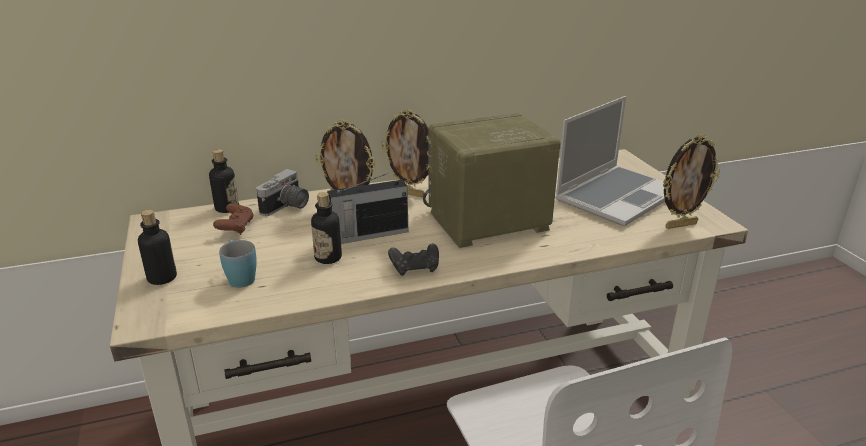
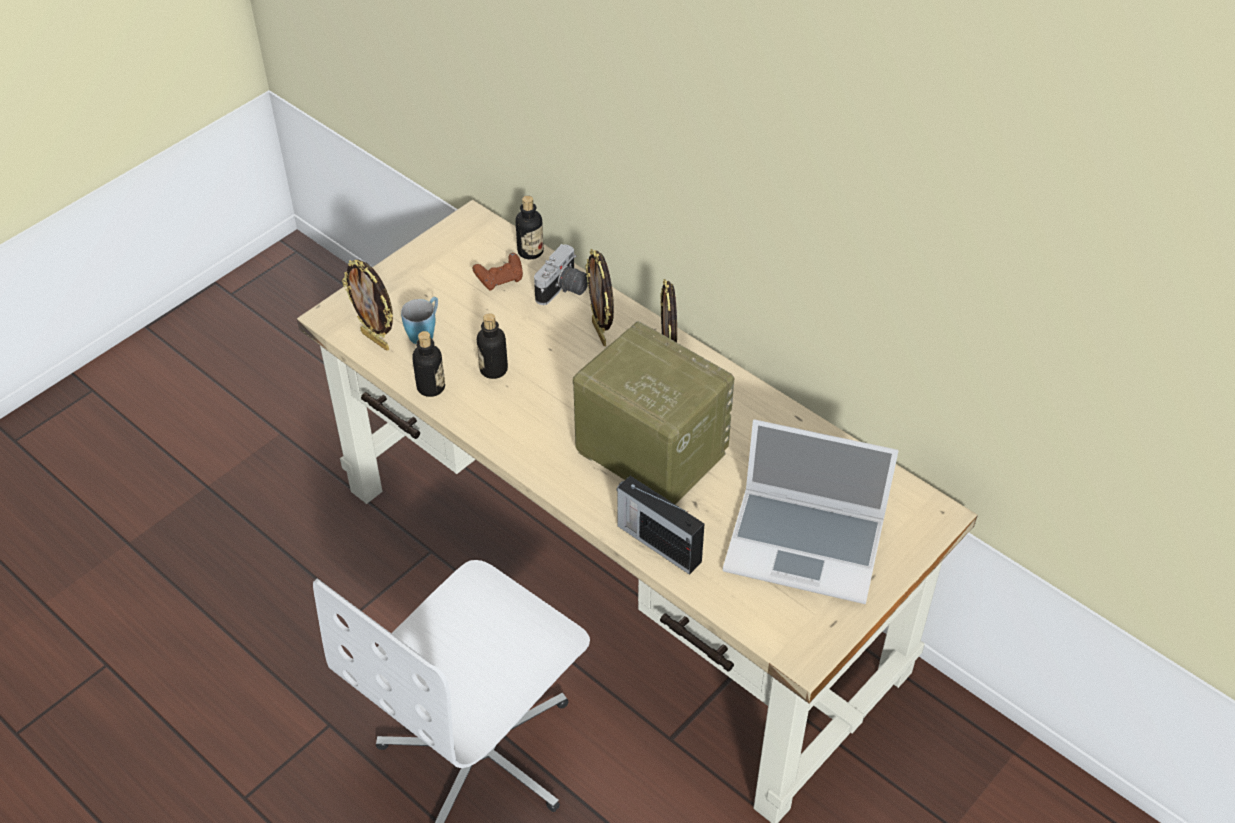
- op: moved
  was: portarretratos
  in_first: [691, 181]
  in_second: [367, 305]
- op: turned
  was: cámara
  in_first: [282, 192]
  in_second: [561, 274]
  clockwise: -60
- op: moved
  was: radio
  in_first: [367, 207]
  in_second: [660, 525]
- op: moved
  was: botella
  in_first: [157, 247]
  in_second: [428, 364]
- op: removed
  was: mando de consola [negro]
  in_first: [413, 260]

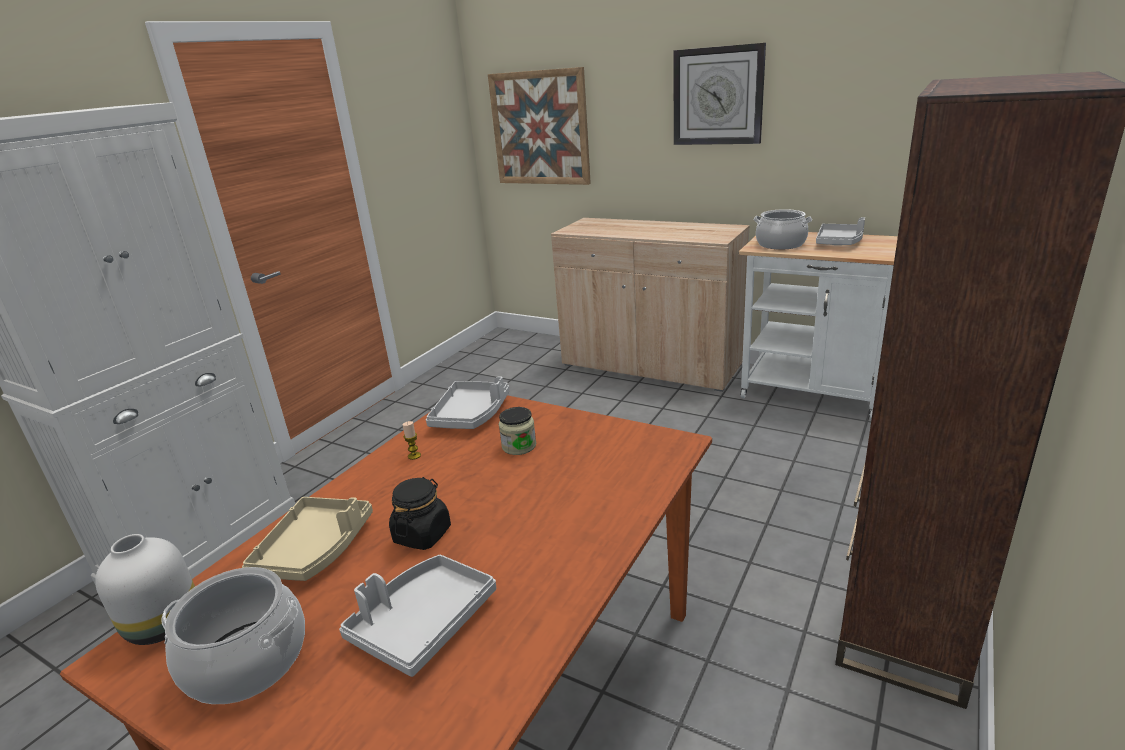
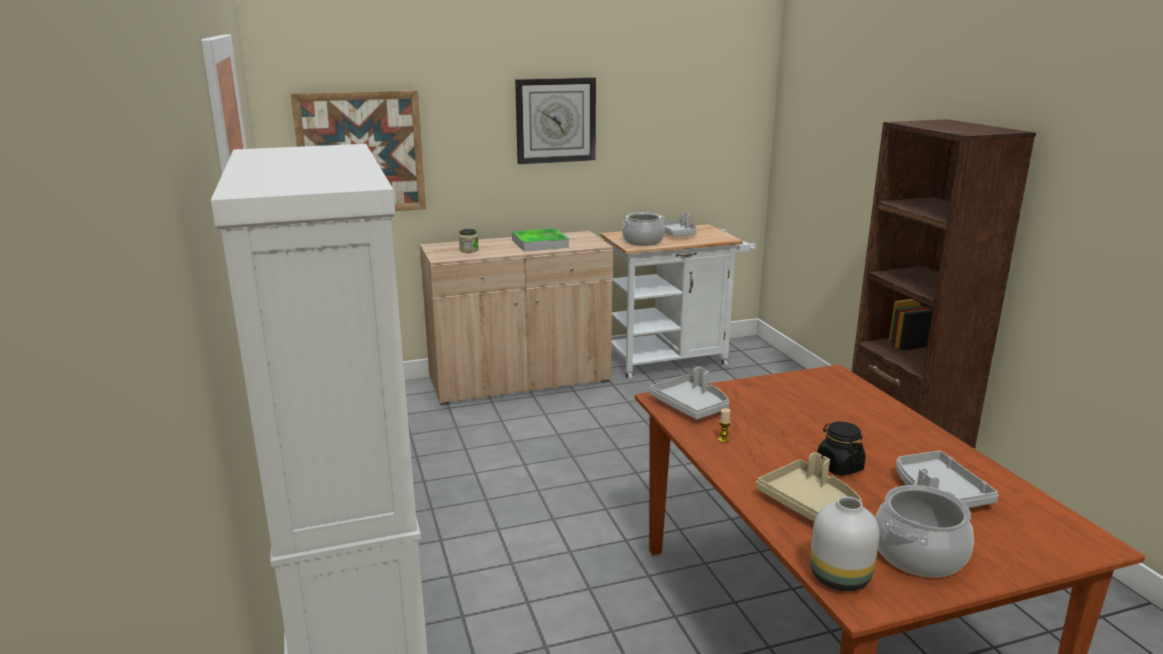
- op: moved
  was: tarro
  in_first: [517, 431]
  in_second: [469, 241]
- op: added
  now: bandeja
  in_second: [540, 240]

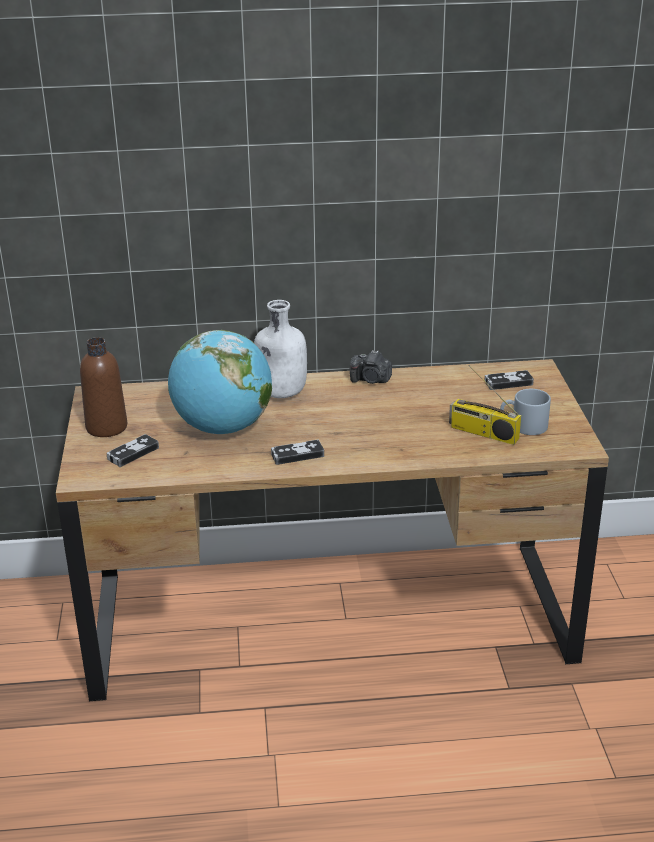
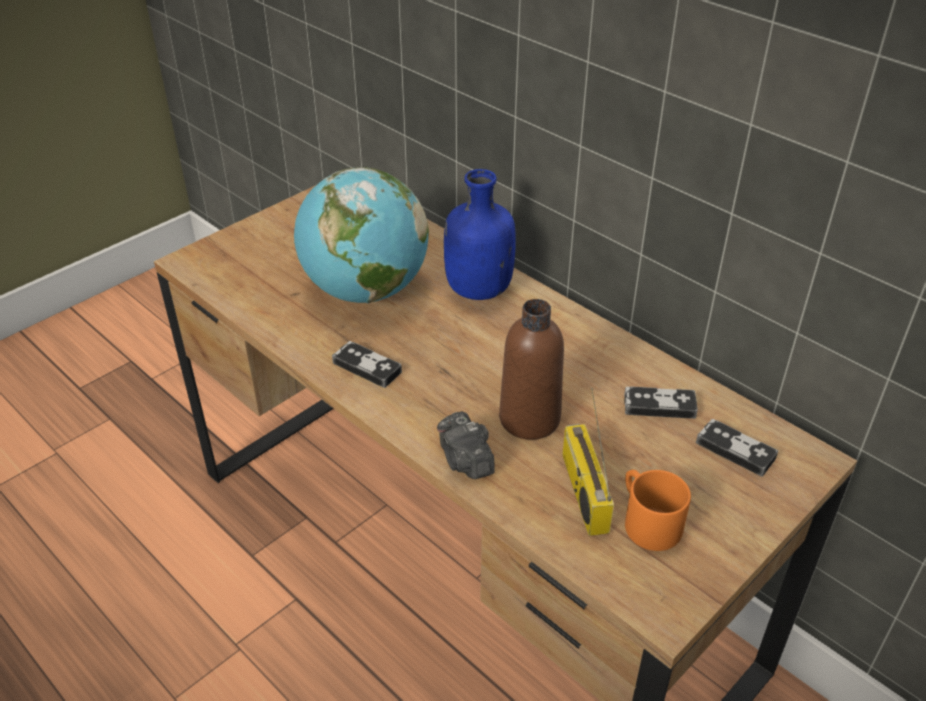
- op: recoloured
  was: botella [blanco]
  now: botella [azul]
  in_first: [280, 349]
  in_second: [480, 234]
- op: moved
  was: botella [marrón]
  in_first: [103, 387]
  in_second: [531, 369]
- op: moved
  was: cámara
  in_first: [371, 367]
  in_second: [466, 445]
- op: recoloured
  was: taza grande [gris]
  now: taza grande [naranja]
  in_first: [525, 412]
  in_second: [658, 510]
- op: moved
  was: mando de consola
  in_first: [133, 450]
  in_second: [661, 402]

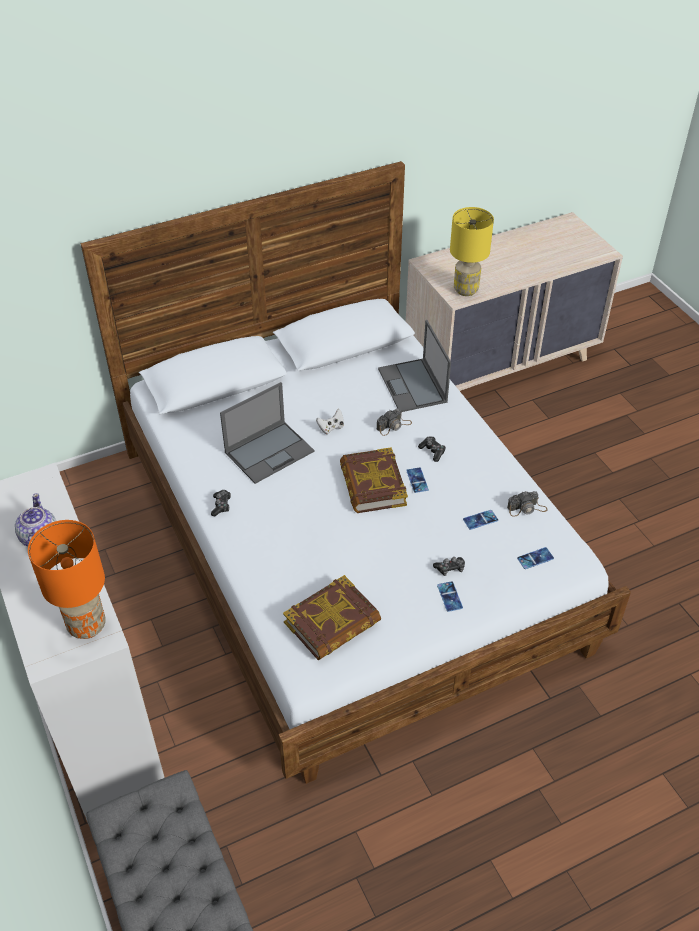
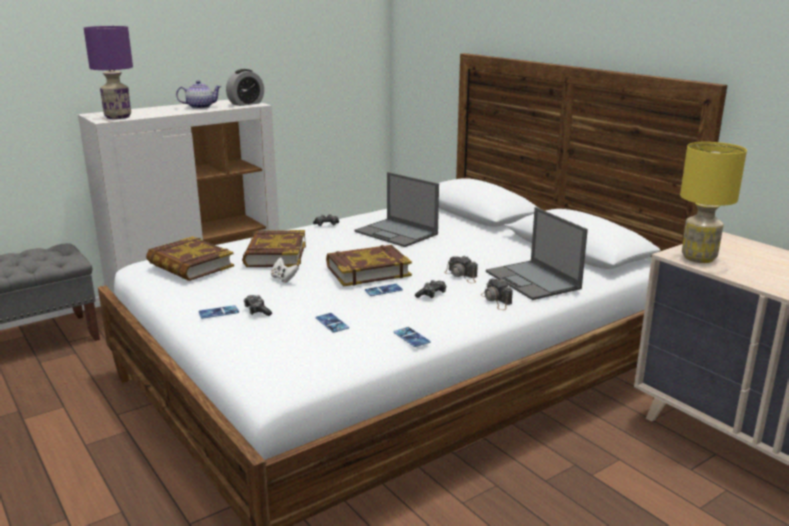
- op: turned
  was: portátil
  in_first: [414, 366]
  in_second: [537, 253]
  clockwise: -90
- op: moved
  was: mando de consola [blanco]
  in_first: [330, 421]
  in_second: [285, 270]
- op: moved
  was: cámara
  in_first: [527, 504]
  in_second: [497, 294]
- op: recoloured
  was: lámpara de mesa [naranja]
  now: lámpara de mesa [morado]
  in_first: [67, 579]
  in_second: [108, 72]
- op: moved
  was: móvil
  in_first: [535, 558]
  in_second: [412, 337]
- op: added
  now: despertador
  in_second: [245, 87]
- op: added
  now: libro
  in_second: [274, 248]

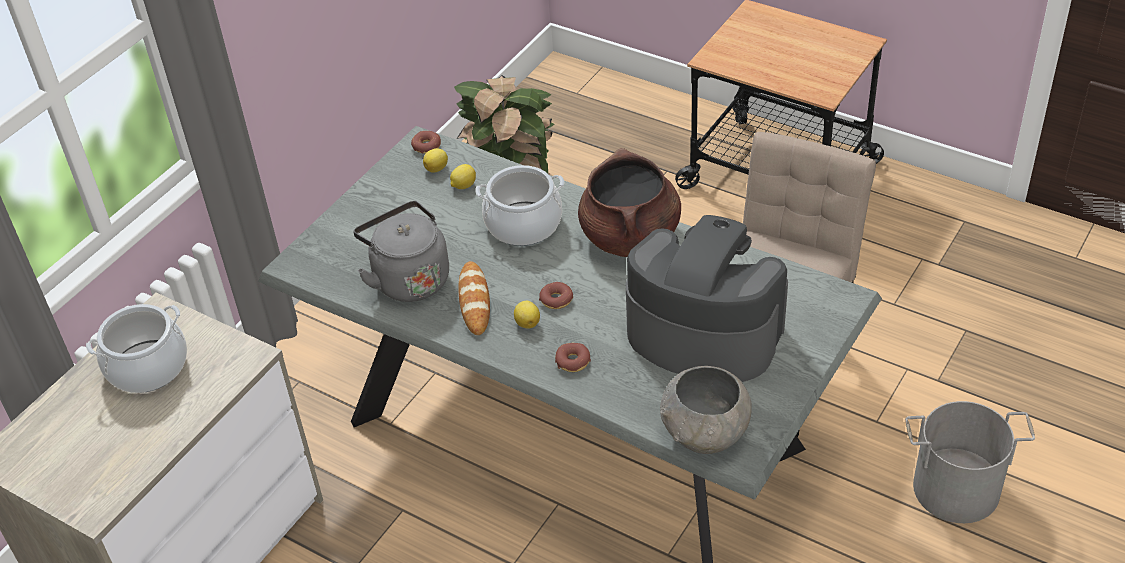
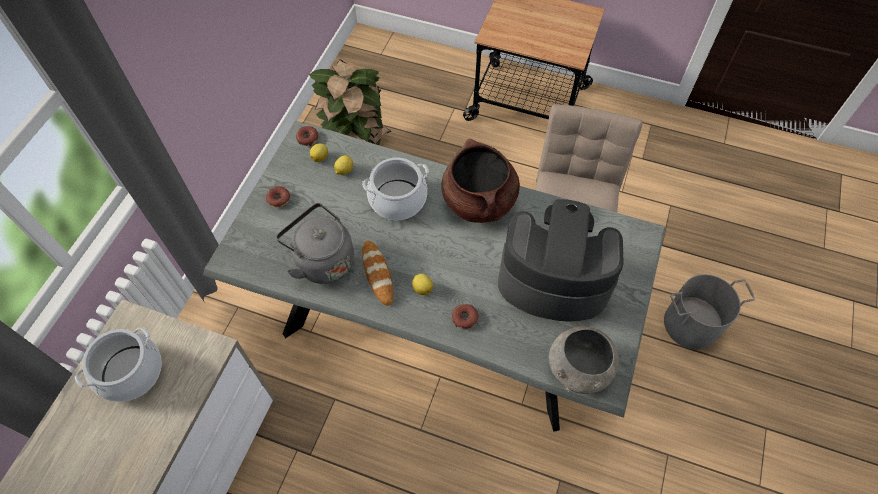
- op: moved
  was: rosquilla
  in_first: [556, 295]
  in_second: [278, 196]

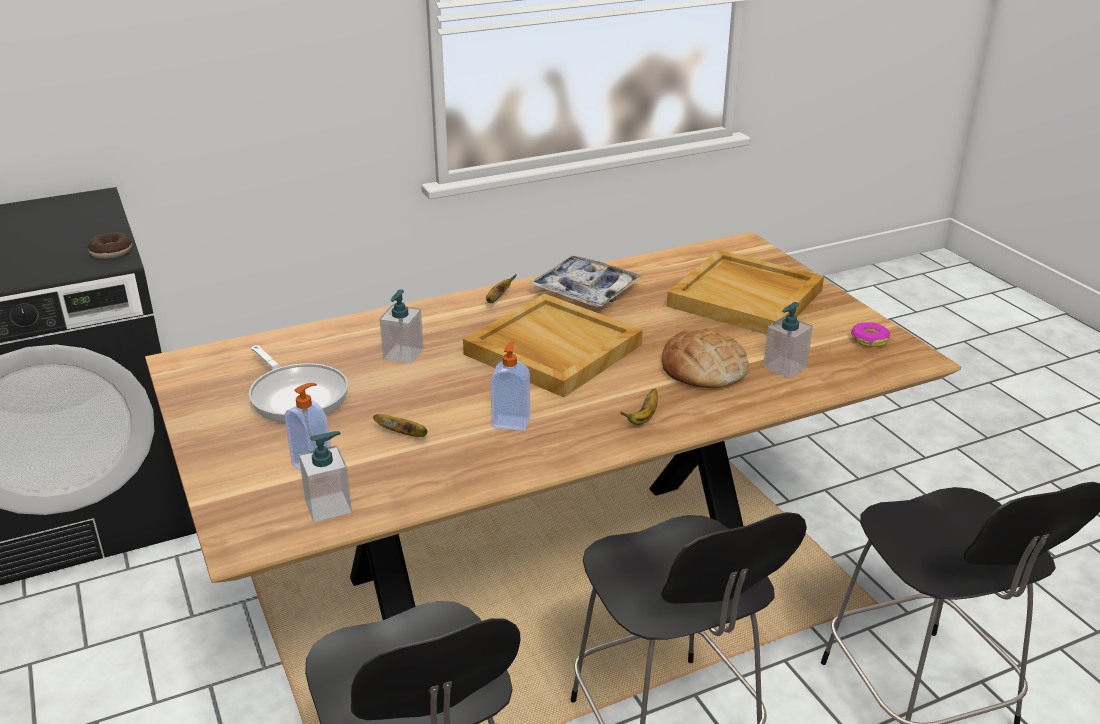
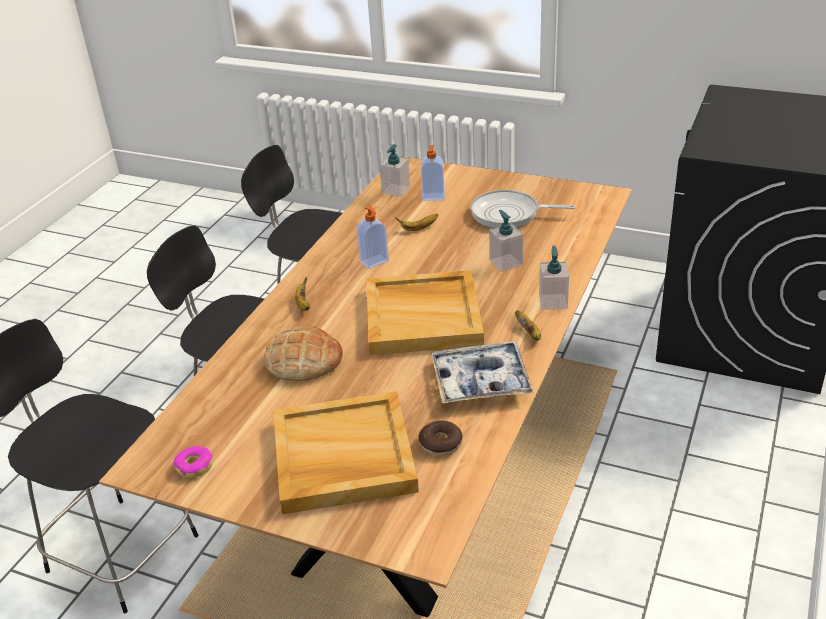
- op: moved
  was: rosquilla
  in_first: [110, 246]
  in_second: [441, 438]
- op: moved
  was: dispensador de jabón
  in_first: [788, 340]
  in_second: [554, 278]

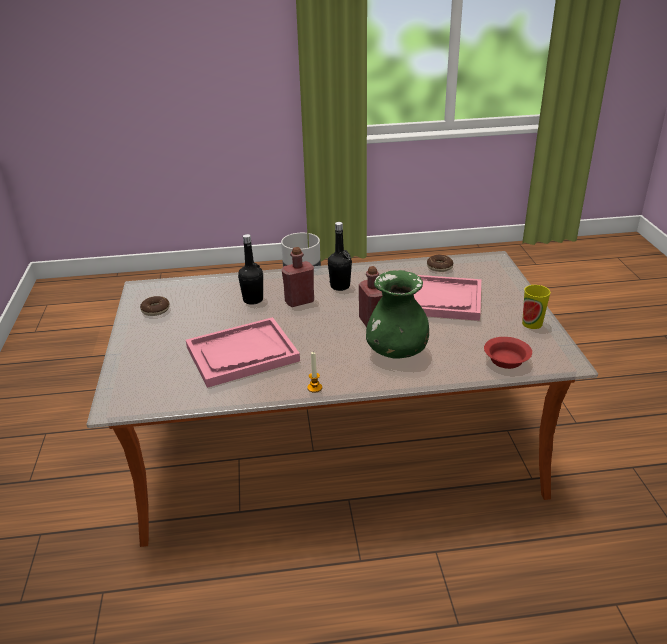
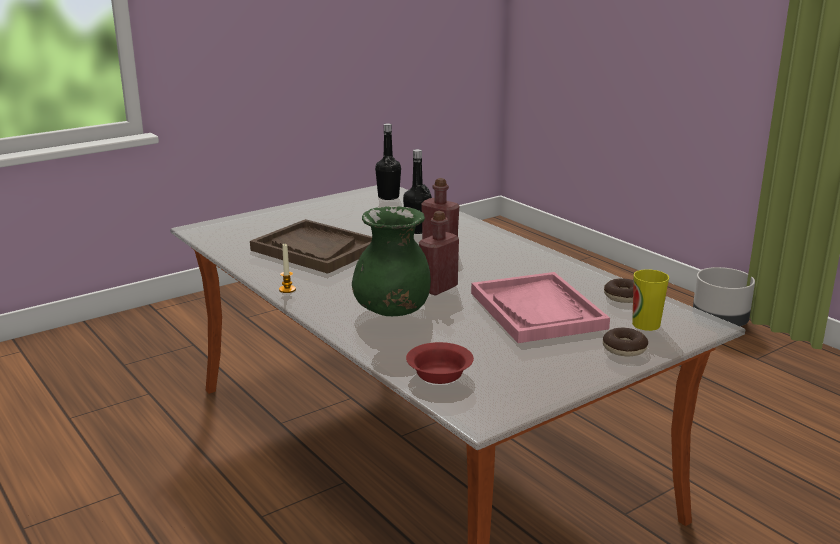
- op: moved
  was: botella [negro]
  in_first: [340, 256]
  in_second: [388, 161]
- op: moved
  was: taza
  in_first: [536, 307]
  in_second: [650, 300]
- op: moved
  was: rosquilla
  in_first: [155, 306]
  in_second: [625, 342]
- op: recoloured
  was: bandeja [rosa]
  now: bandeja [marrón]
  in_first: [243, 352]
  in_second: [311, 246]

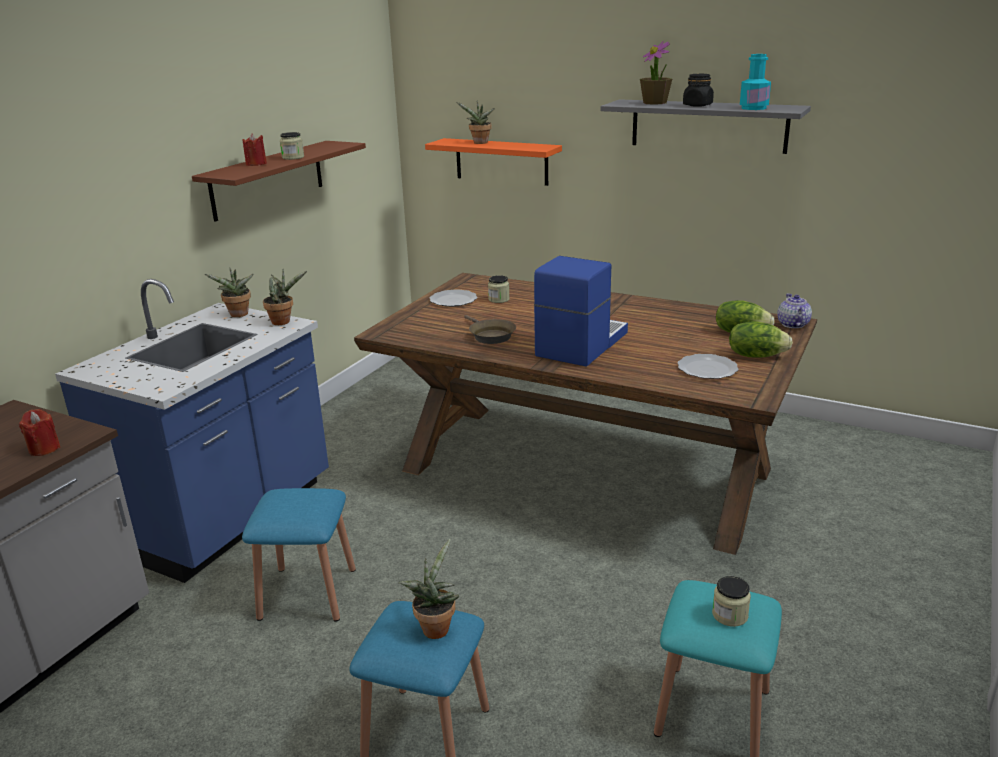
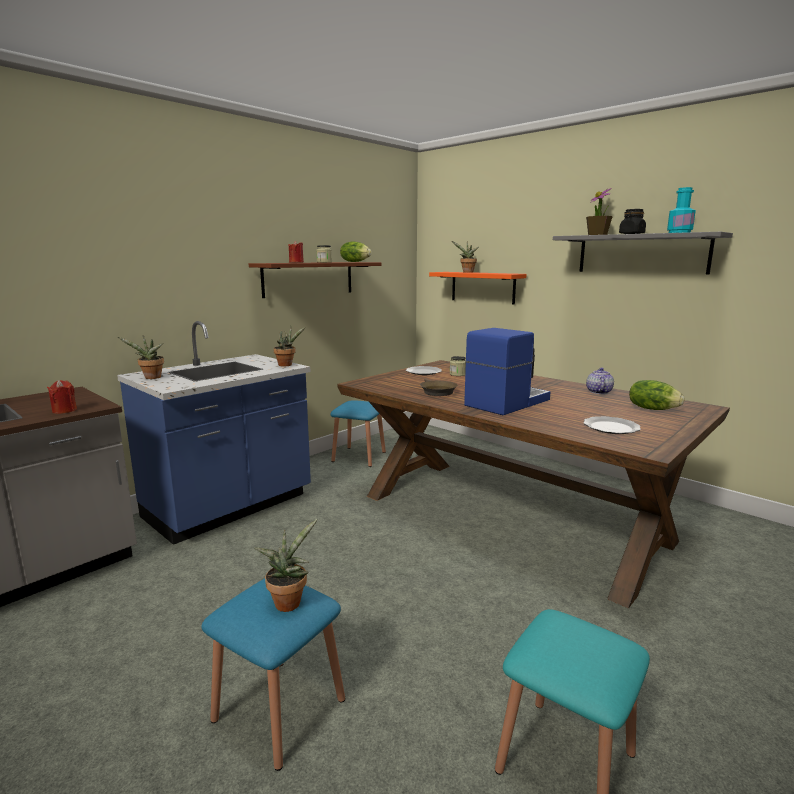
- op: moved
  was: planta en maceta
  in_first: [229, 292]
  in_second: [141, 357]
- op: moved
  was: tetera
  in_first: [794, 311]
  in_second: [600, 381]
- op: moved
  was: lechuga
  in_first: [761, 340]
  in_second: [356, 252]
- op: moved
  was: taburete [azul]
  in_first: [299, 555]
  in_second: [358, 433]
- op: removed
  was: tarro
  in_first: [731, 601]

